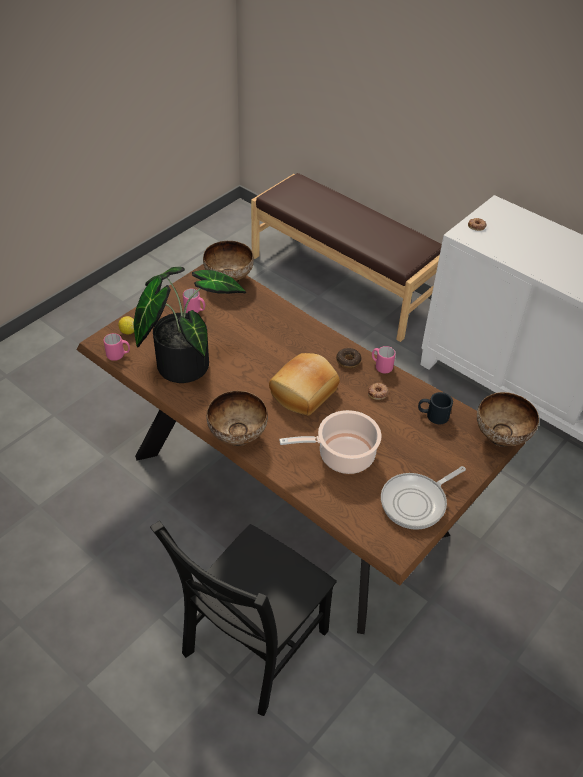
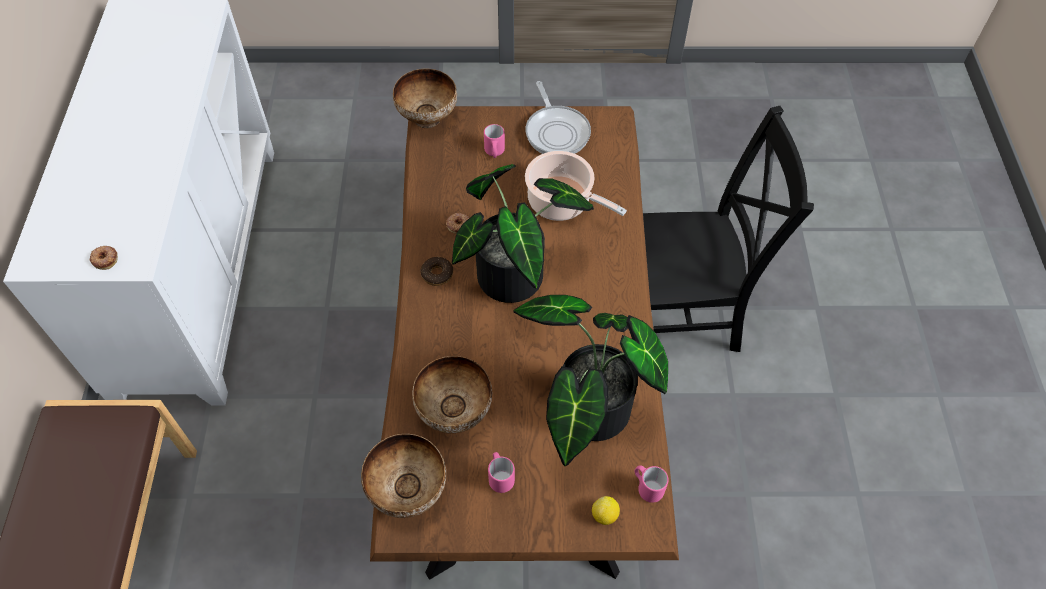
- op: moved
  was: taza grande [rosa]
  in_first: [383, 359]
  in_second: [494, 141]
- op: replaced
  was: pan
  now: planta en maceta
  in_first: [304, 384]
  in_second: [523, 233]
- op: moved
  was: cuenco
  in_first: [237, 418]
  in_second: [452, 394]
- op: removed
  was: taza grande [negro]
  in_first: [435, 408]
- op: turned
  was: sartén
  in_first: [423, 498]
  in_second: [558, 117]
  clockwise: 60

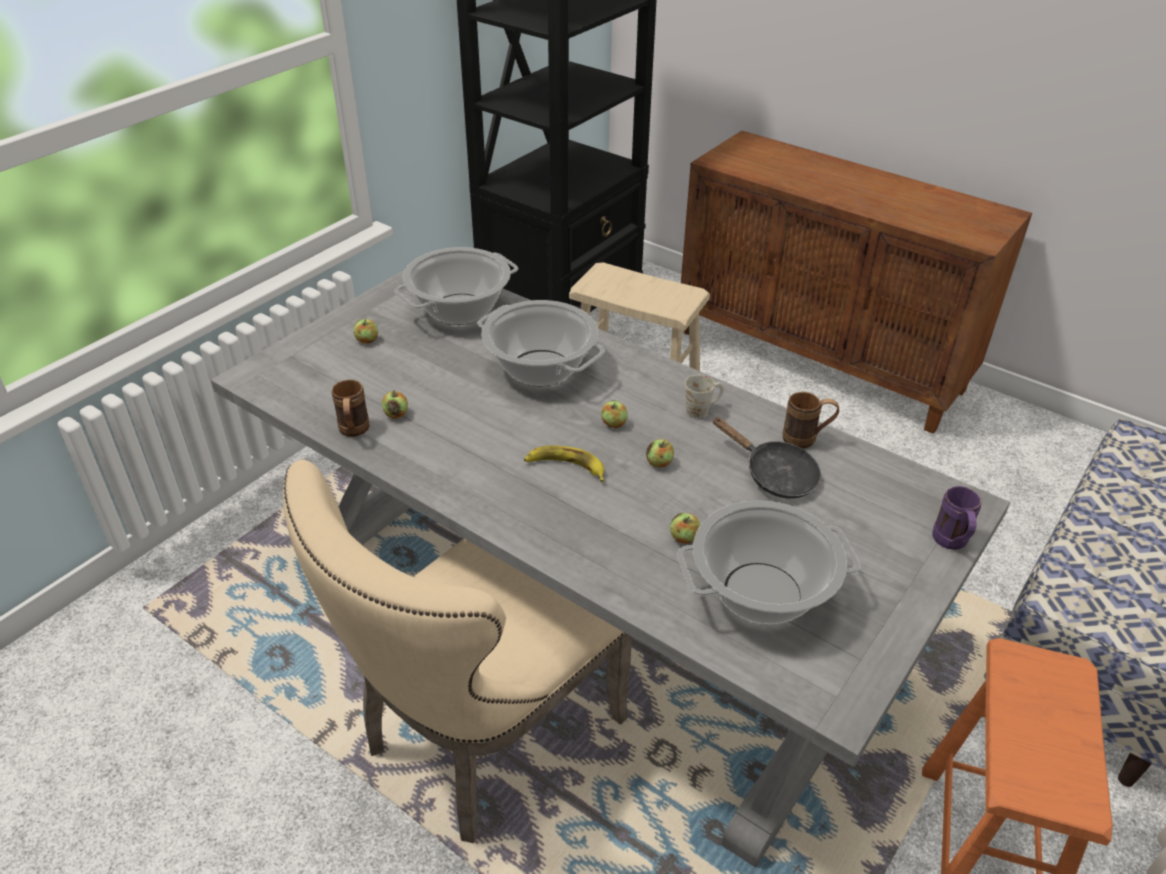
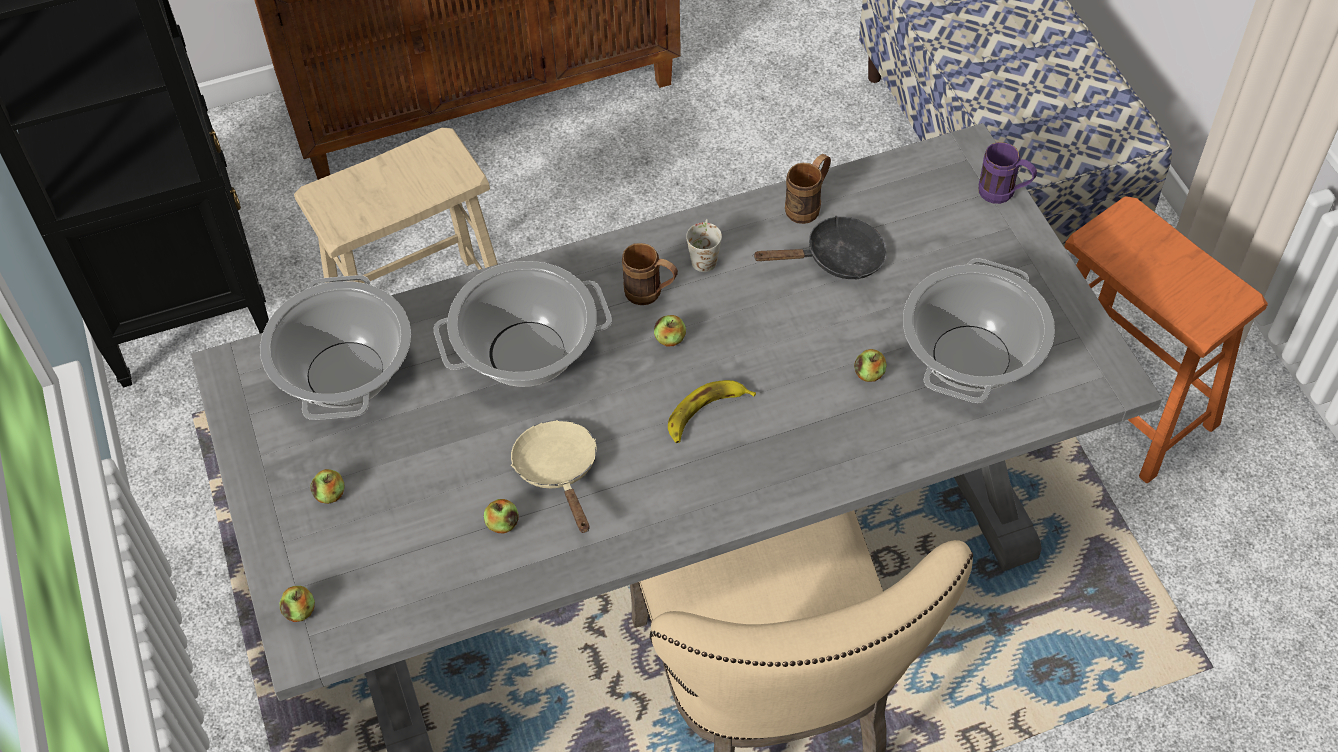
- op: moved
  was: taza grande [marrón]
  in_first: [351, 408]
  in_second: [650, 274]
- op: moved
  was: manzana
  in_first: [660, 453]
  in_second: [297, 604]
- op: added
  now: sartén [beis]
  in_second: [554, 476]

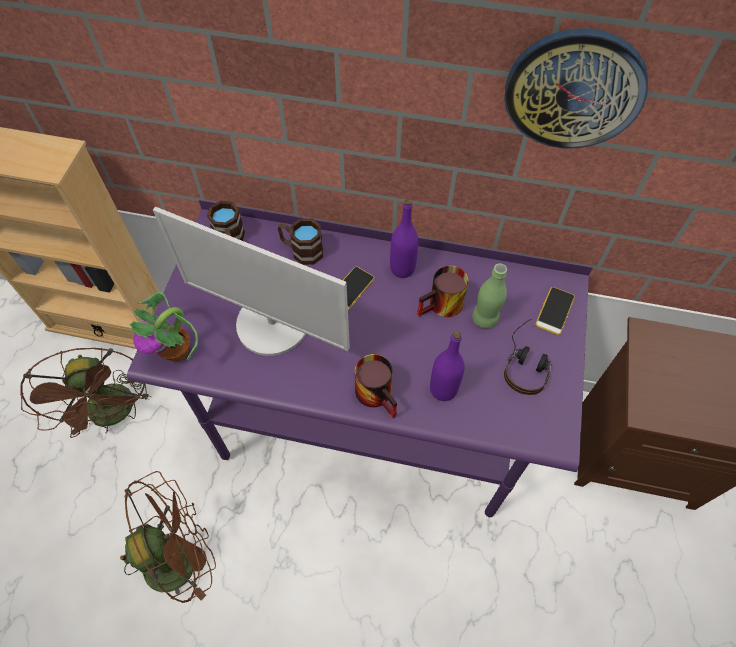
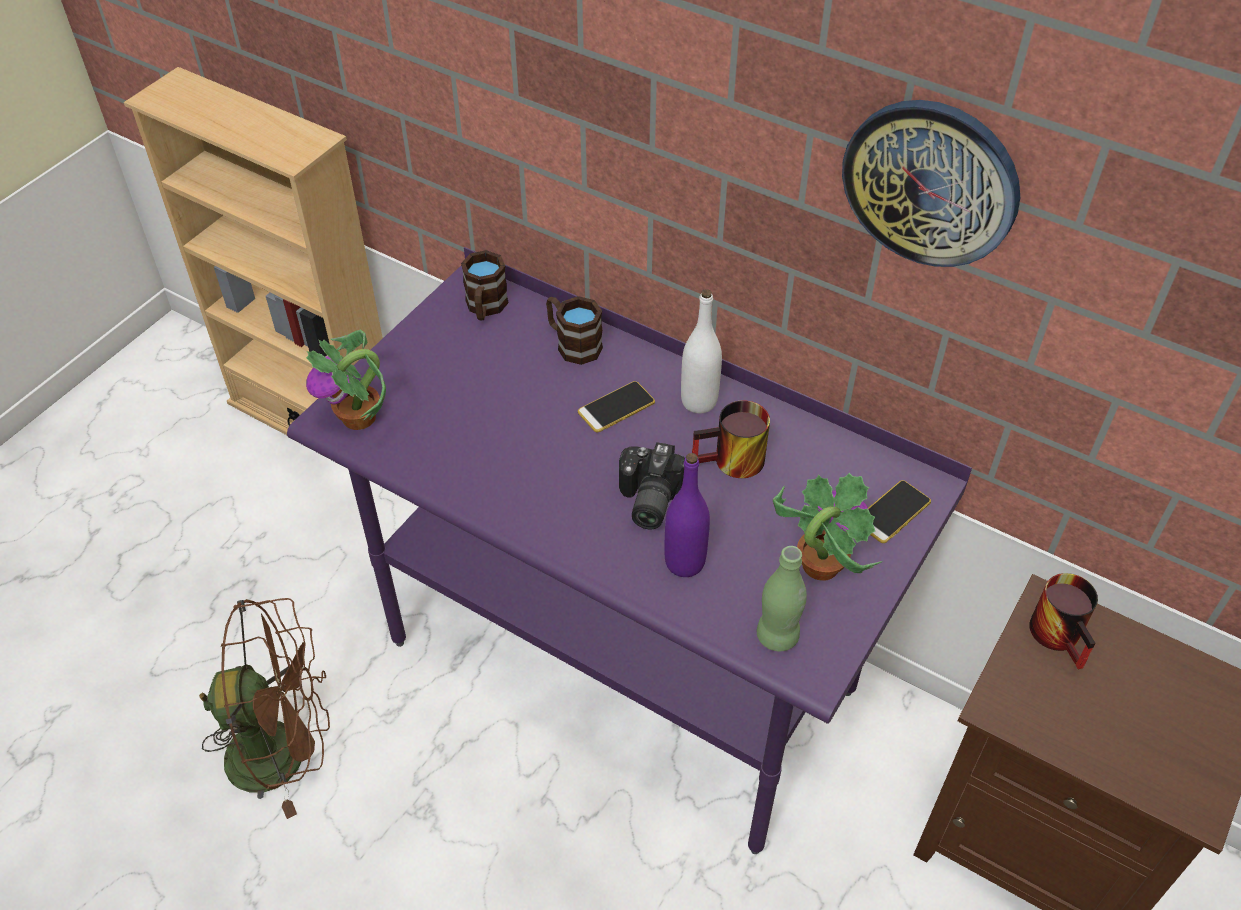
- op: recoloured
  was: botella [morado]
  now: botella [blanco]
  in_first: [404, 238]
  in_second: [701, 351]
- op: removed
  was: monitor
  in_first: [251, 281]
- op: moved
  was: botella [verde]
  in_first: [489, 295]
  in_second: [782, 598]
- op: replaced
  was: auriculares
  now: planta en maceta
  in_first: [527, 357]
  in_second: [828, 527]
- op: removed
  was: ventilador [marrón]
  in_first: [85, 393]
- op: moved
  was: taza grande
  in_first: [376, 386]
  in_second: [1063, 621]
- op: added
  now: cámara
  in_second: [652, 485]

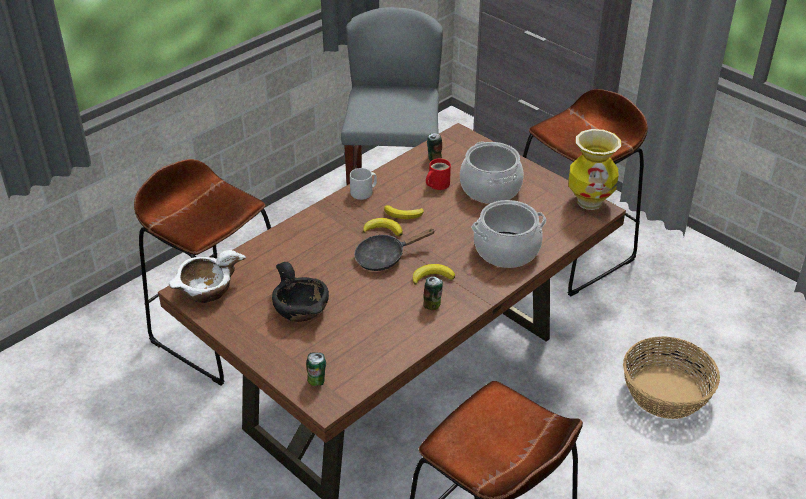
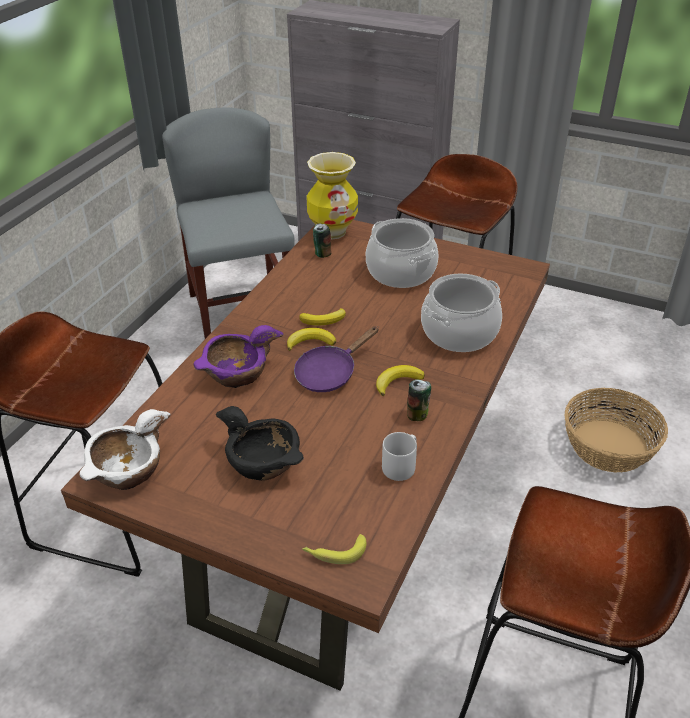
- op: moved
  was: florero
  in_first: [595, 169]
  in_second: [332, 195]
- op: removed
  was: taza grande [rojo]
  in_first: [438, 174]
- op: moved
  was: taza grande [gris]
  in_first: [363, 184]
  in_second: [399, 456]
- op: recoloured
  was: sartén [negro]
  now: sartén [morado]
  in_first: [394, 250]
  in_second: [336, 359]
- op: replaced
  was: lata
  now: plátano
  in_first: [316, 369]
  in_second: [334, 549]
- op: added
  now: cuenco [morado]
  in_second: [238, 356]

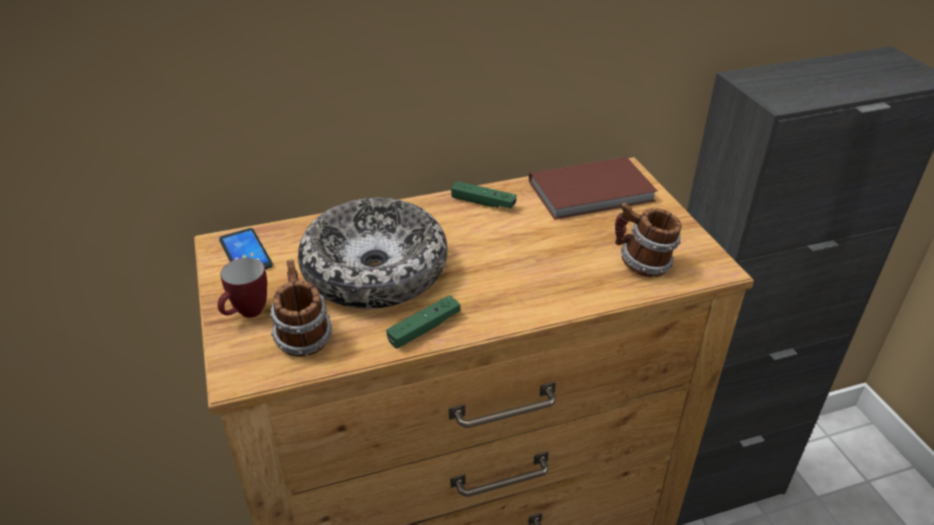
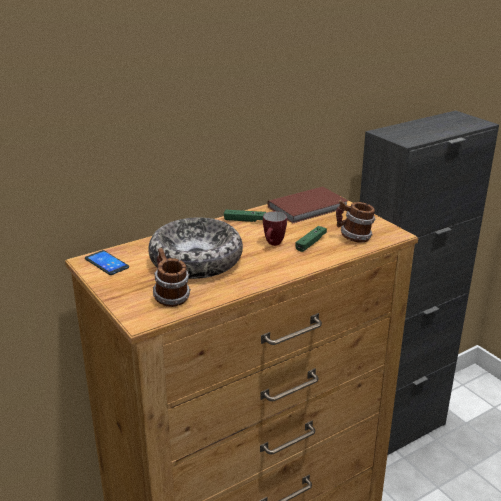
- op: moved
  was: taza grande
  in_first: [242, 288]
  in_second: [275, 228]
- op: moved
  was: mando de consola [verde]
  in_first: [423, 321]
  in_second: [311, 239]

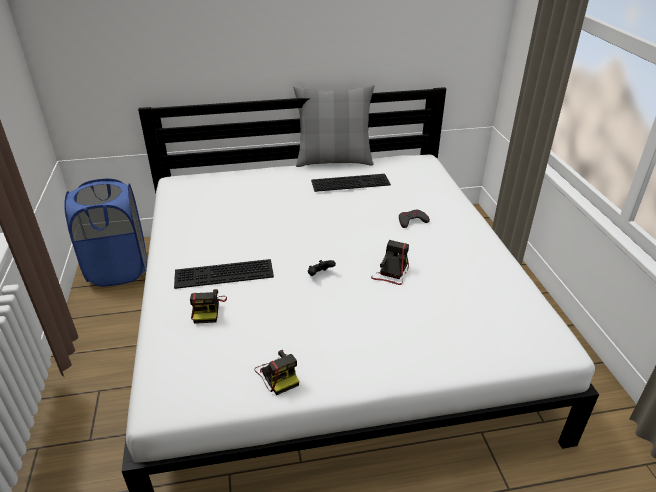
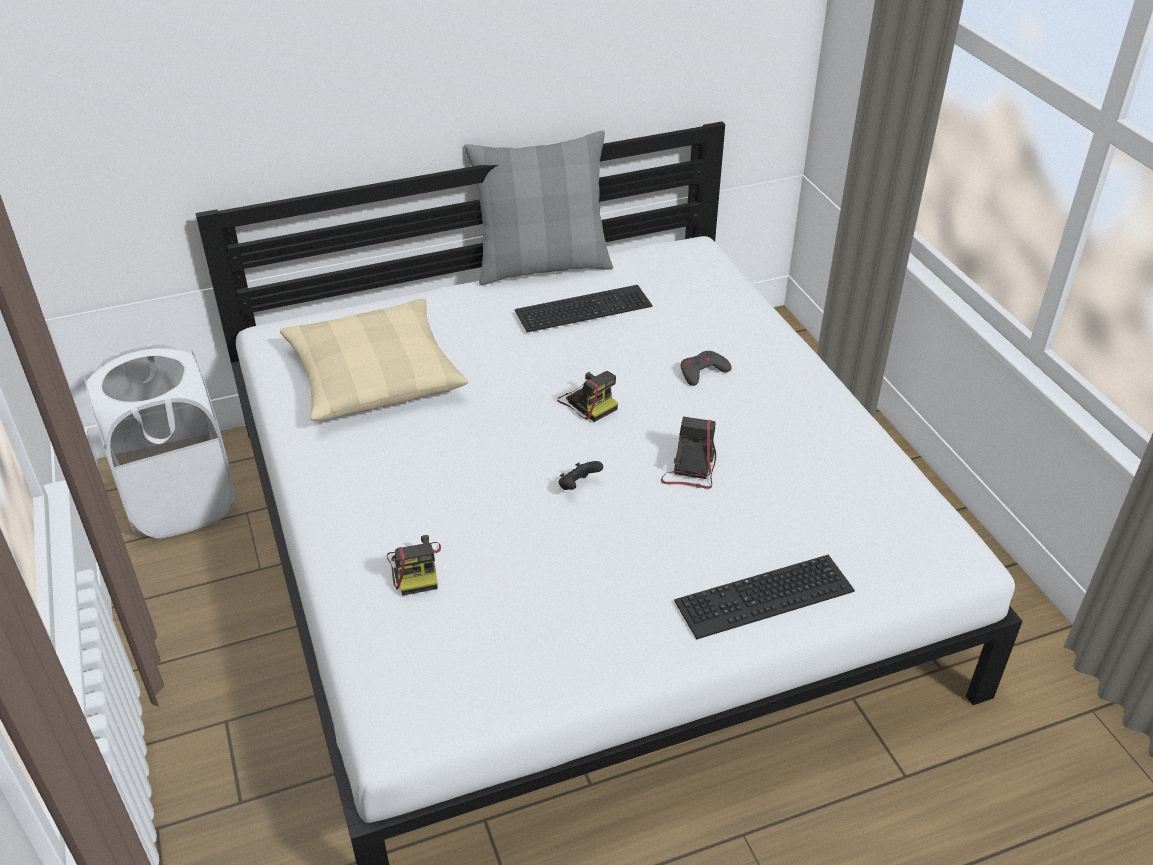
- op: recoloured
  was: cesto de la ropa [azul]
  now: cesto de la ropa [blanco]
  in_first: [105, 232]
  in_second: [160, 441]
- op: moved
  was: teclado
  in_first: [224, 274]
  in_second: [764, 597]
- op: moved
  was: cámara
  in_first: [277, 372]
  in_second: [587, 396]
- op: added
  now: cojín [beis]
  in_second: [374, 359]

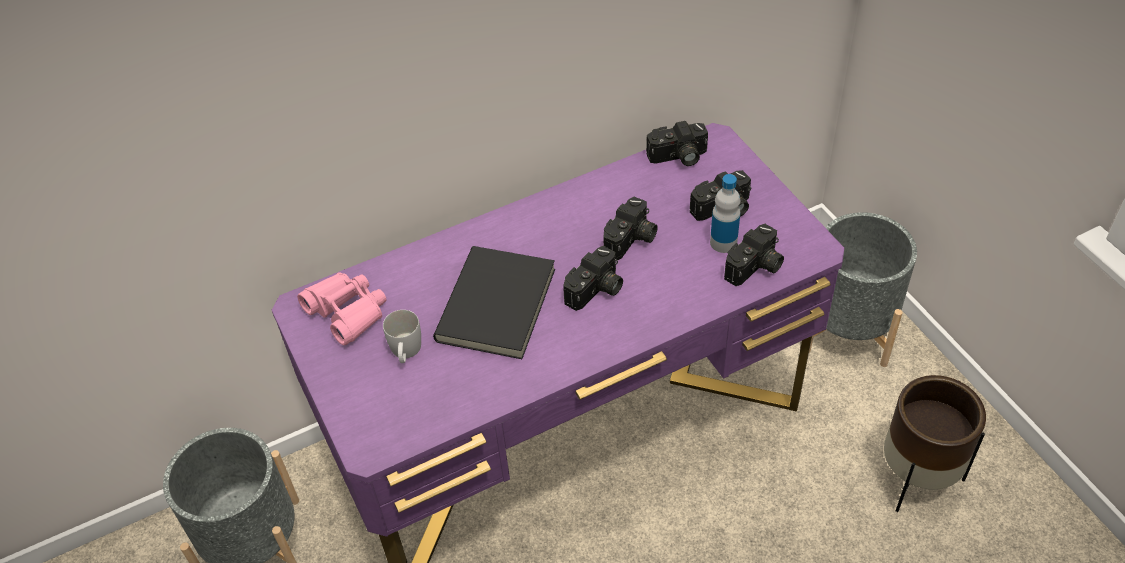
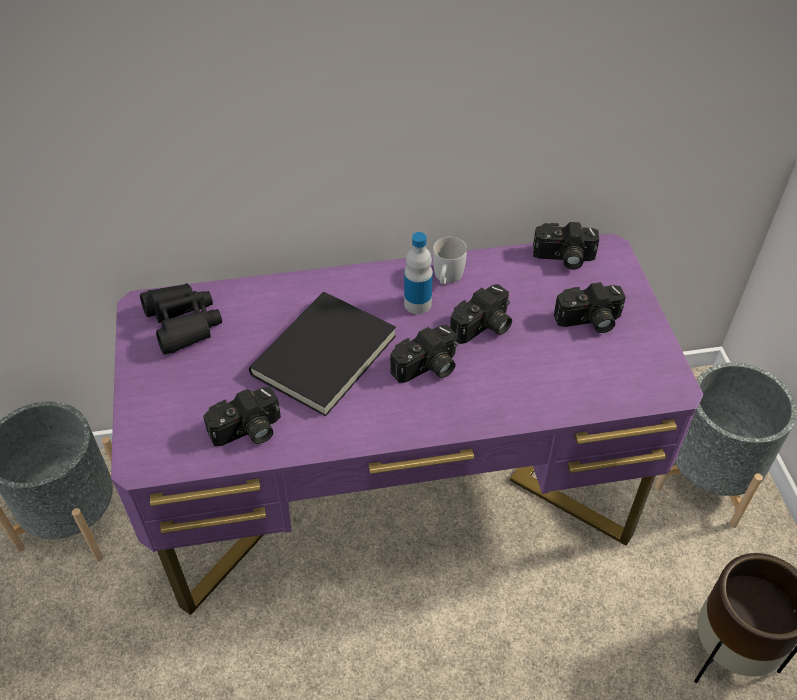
- op: moved
  was: botella
  in_first: [725, 213]
  in_second: [418, 273]
- op: moved
  was: cámara
  in_first: [754, 255]
  in_second: [242, 416]
- op: recoloured
  was: prismáticos [rosa]
  now: prismáticos [negro]
  in_first: [342, 309]
  in_second: [181, 318]
- op: moved
  was: taza grande [blanco]
  in_first: [402, 336]
  in_second: [450, 261]

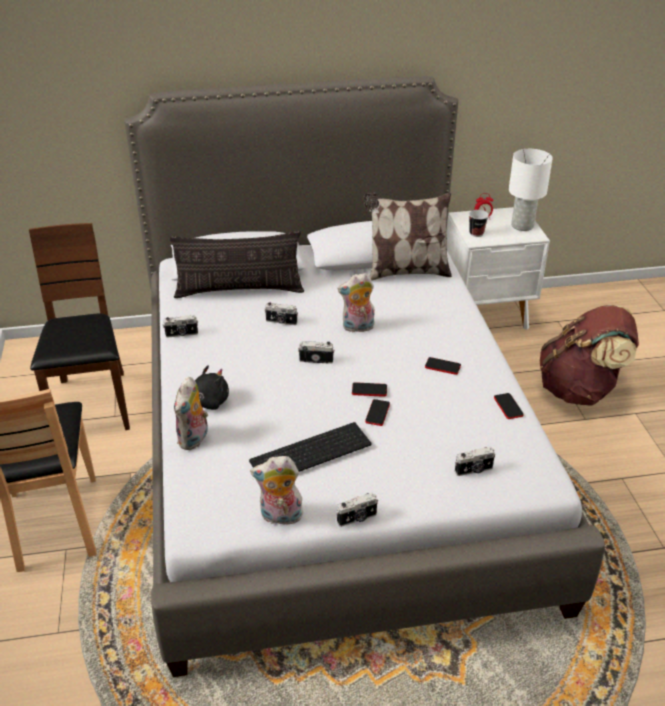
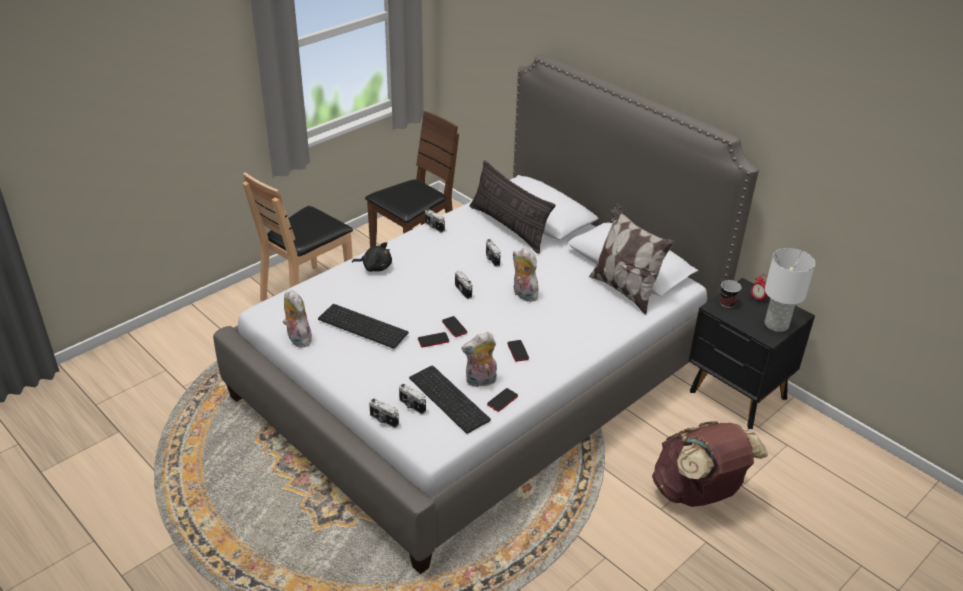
- op: recoloured
  was: mesita de noche [blanco]
  now: mesita de noche [negro]
  in_first: [498, 268]
  in_second: [752, 353]
- op: moved
  was: peluche
  in_first: [191, 413]
  in_second: [479, 359]
- op: moved
  was: cámara
  in_first: [357, 510]
  in_second: [384, 413]
- op: added
  now: teclado
  in_second: [450, 399]

